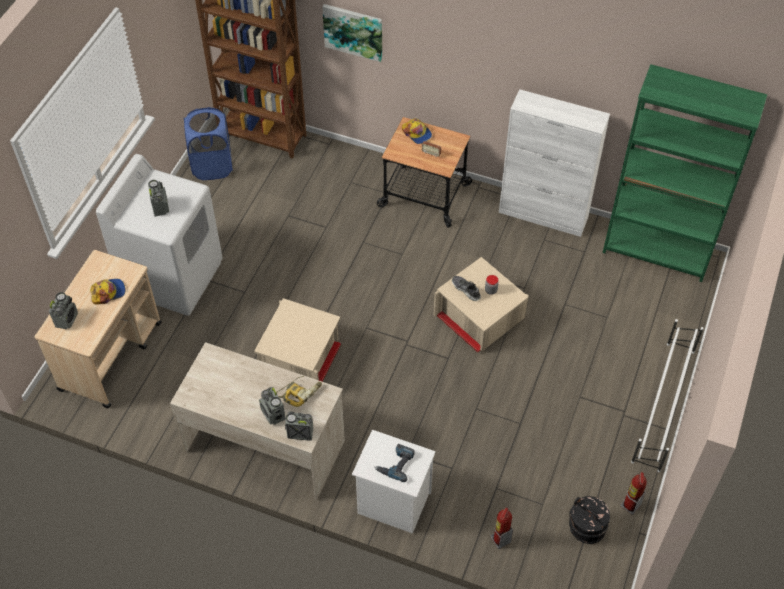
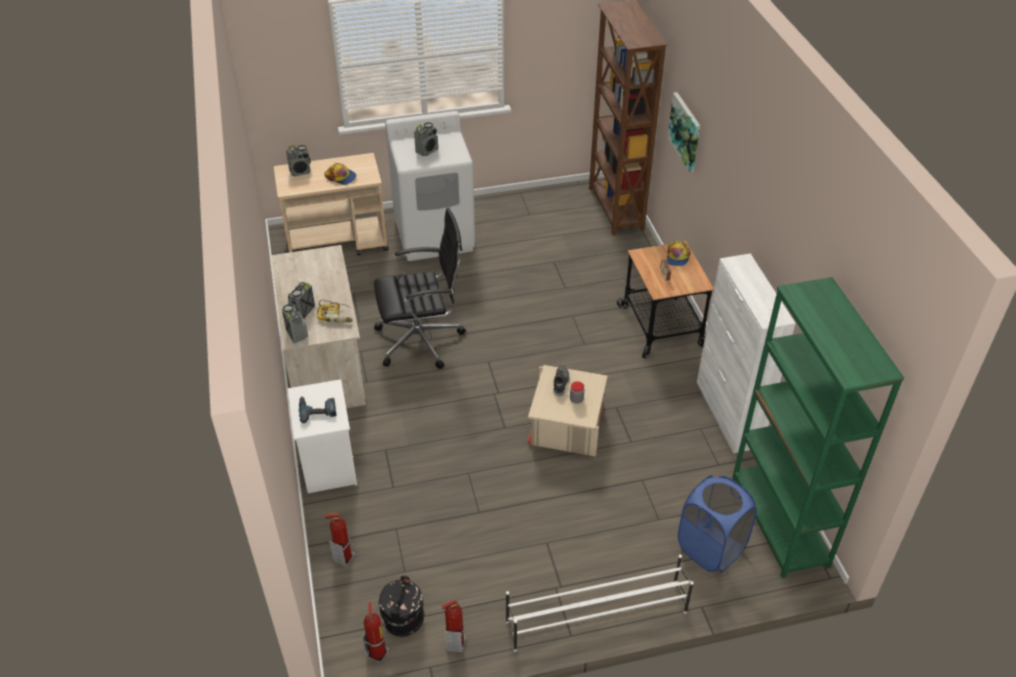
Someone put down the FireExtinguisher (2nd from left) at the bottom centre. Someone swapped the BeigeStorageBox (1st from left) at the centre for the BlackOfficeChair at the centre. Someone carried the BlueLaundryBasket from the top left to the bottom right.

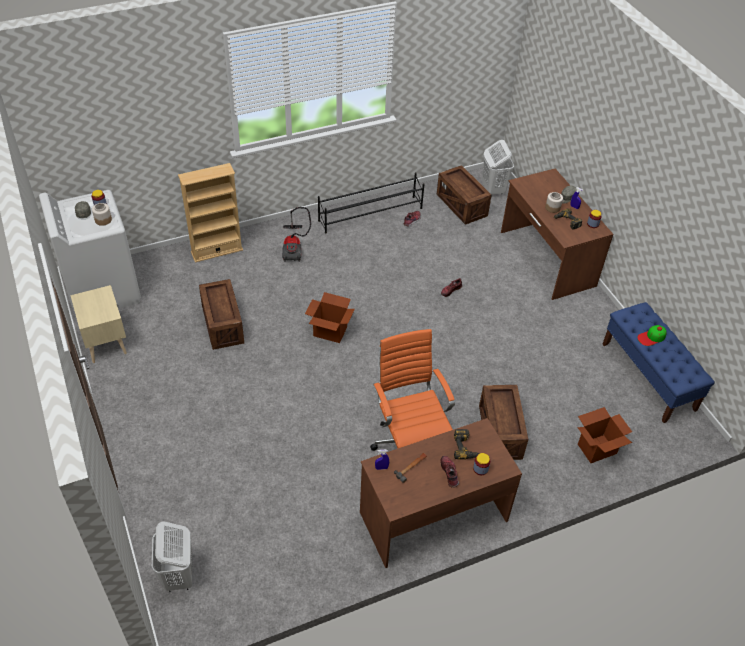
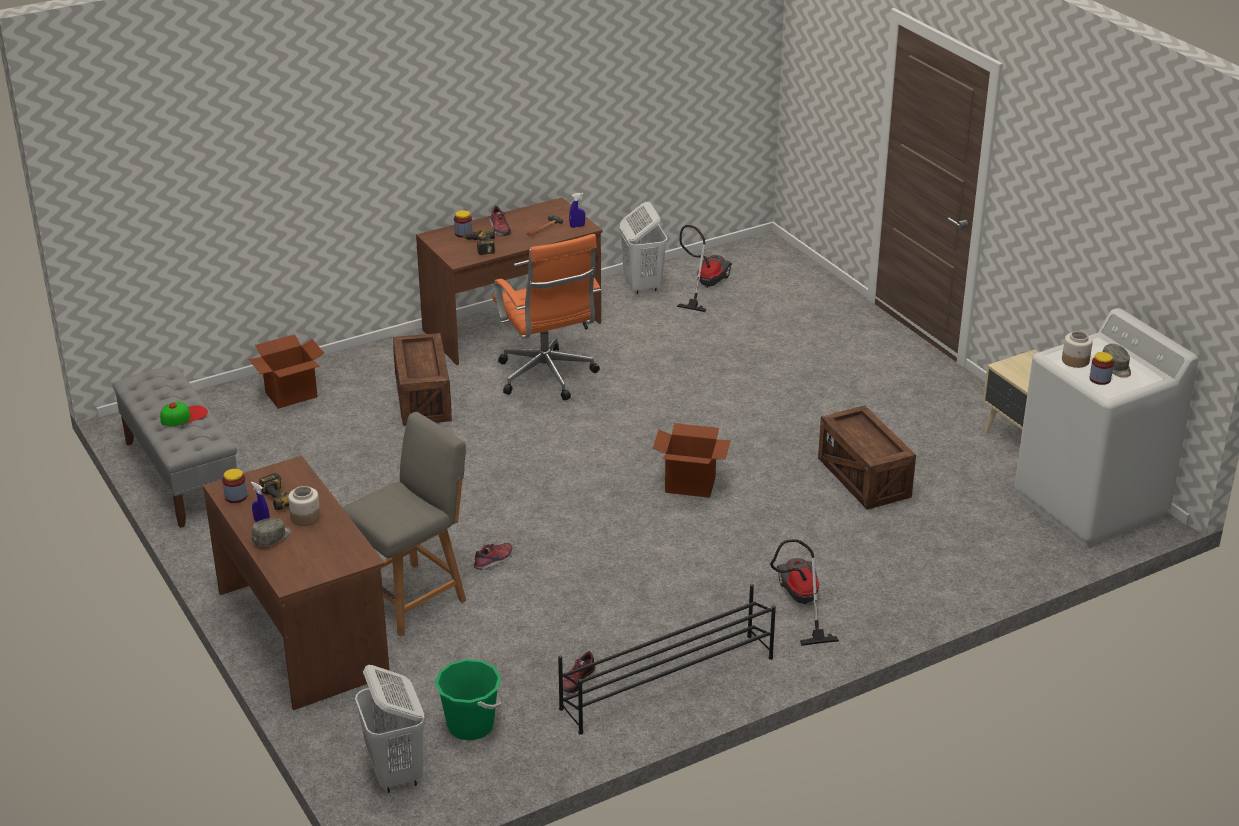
Someone repainted the BlueBench at the middle right, which became the GreyBench at the middle left. Someone put down the GreyChair at the middle left. Someone swapped the Crate (2nd from left) at the top centre for the GreenBucket at the bottom centre. Someone carried the WhiteLaundryBasket (1st from left in the first image) from the bottom left to the top centre. Someone put down the VacuumCleaner (1st from left) at the top centre. Someone took away the BeigeBookcase at the top left.

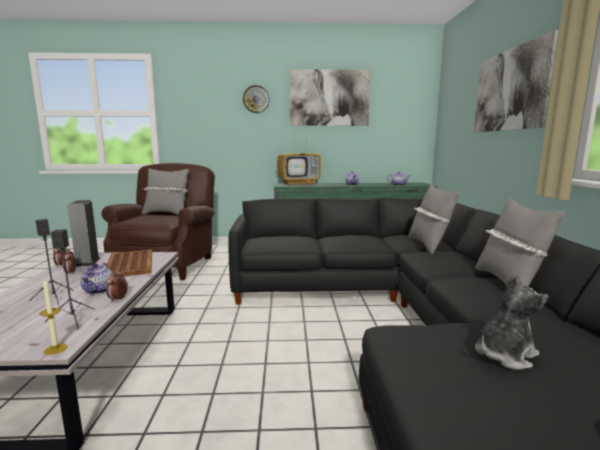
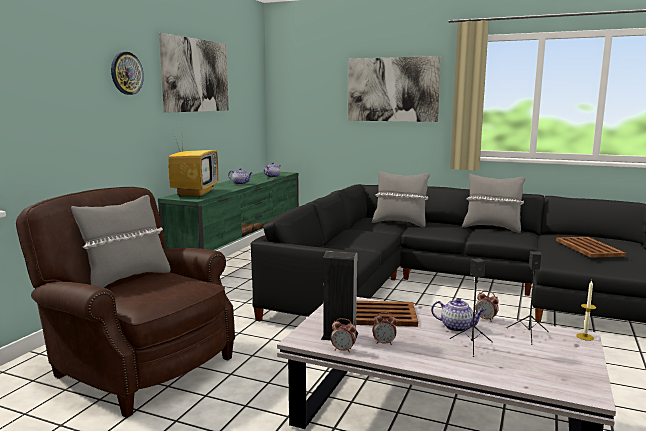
Someone swapped the PlushToy at the bottom right for the BrownTray (2nd from left) at the middle right.

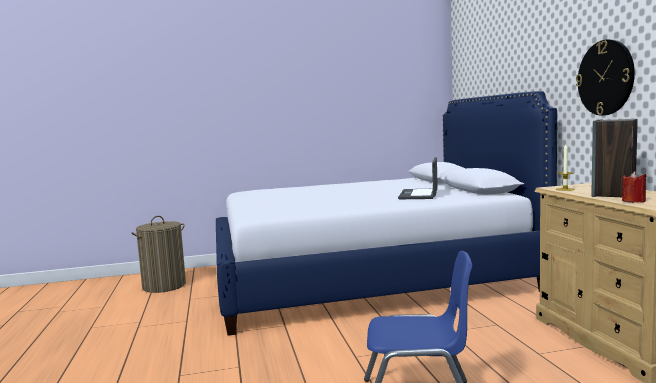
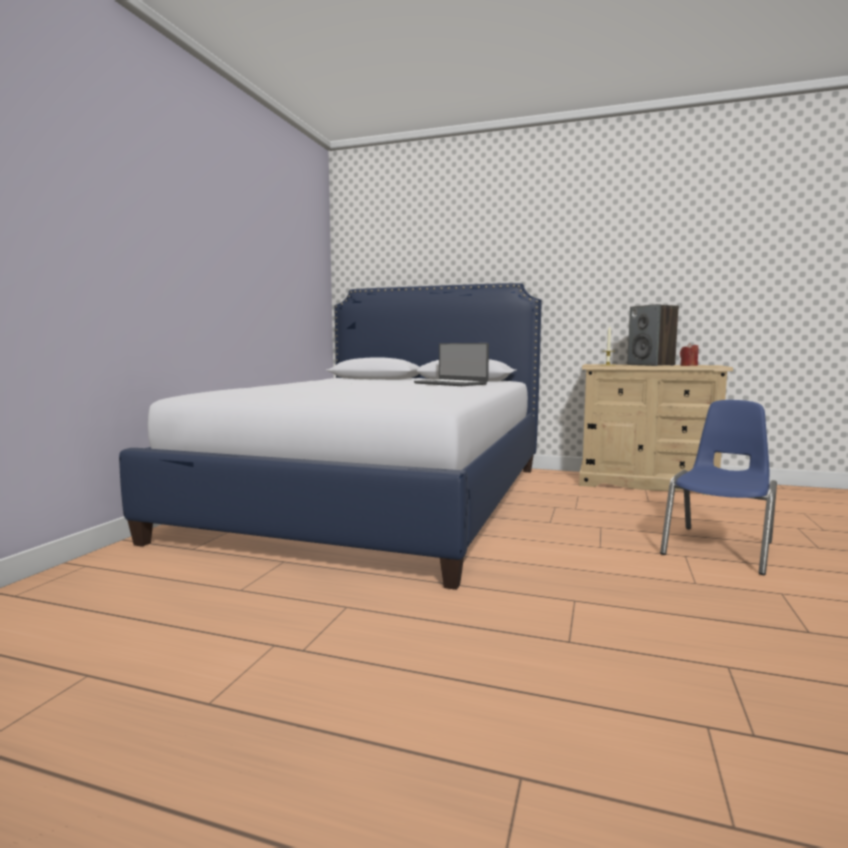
Someone took away the LaundryBasket at the middle left. Someone took away the WallClock at the top right.

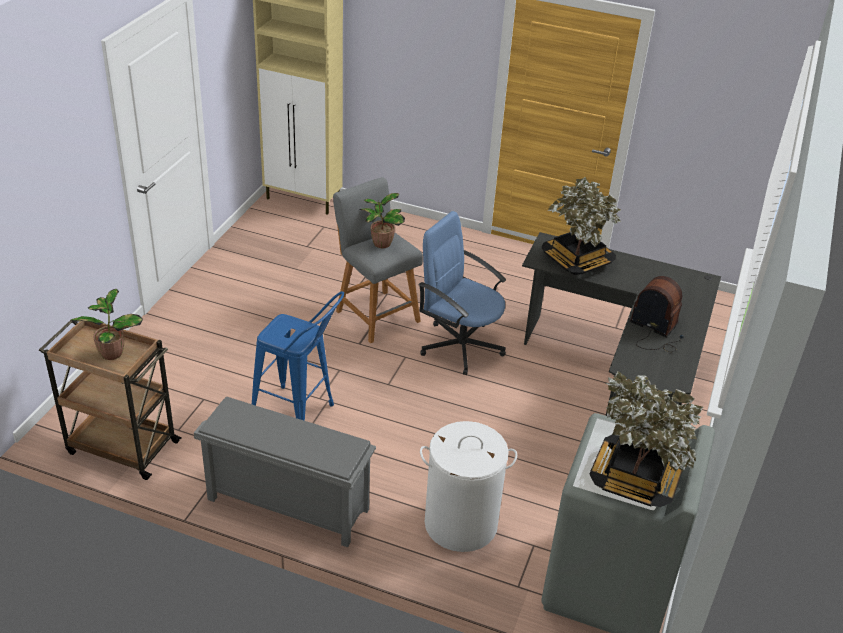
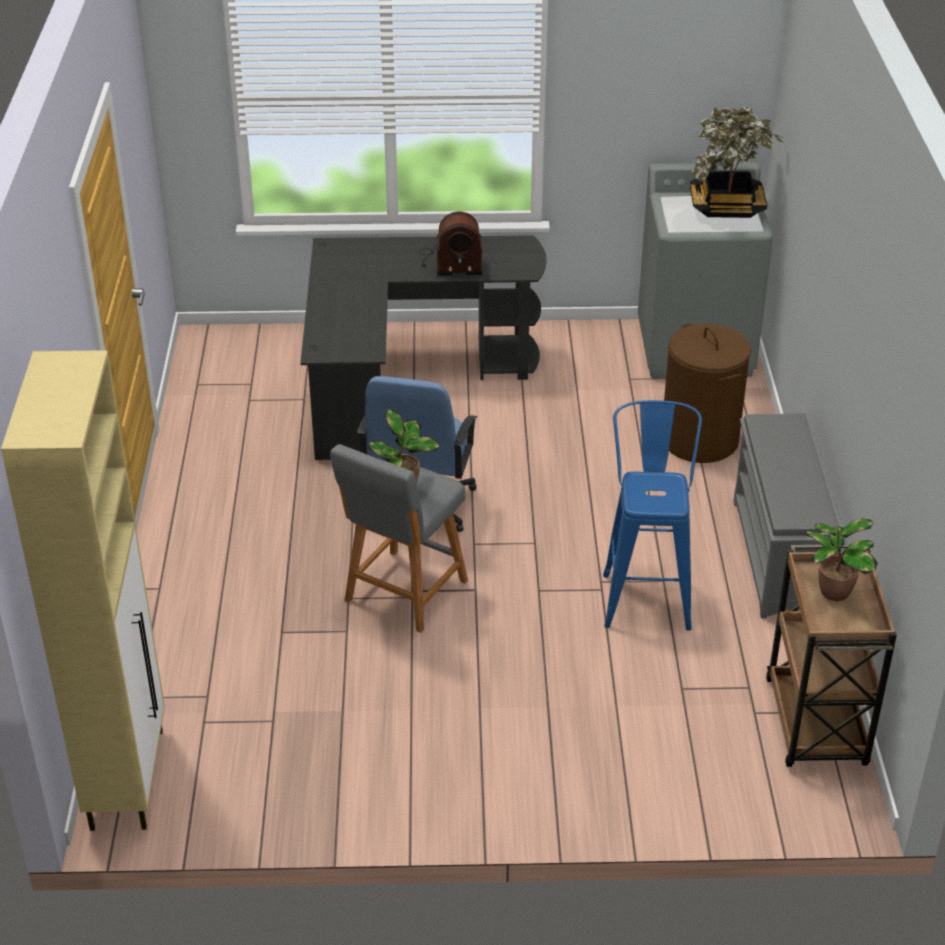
Someone rotated the Radio at the middle right by 105 degrees counterclockwise. Someone repainted the WhiteLaundryBasket at the bottom centre, which became the BrownLaundryBasket at the middle right. Someone took away the PottedPlant (3rd from left) at the middle right.

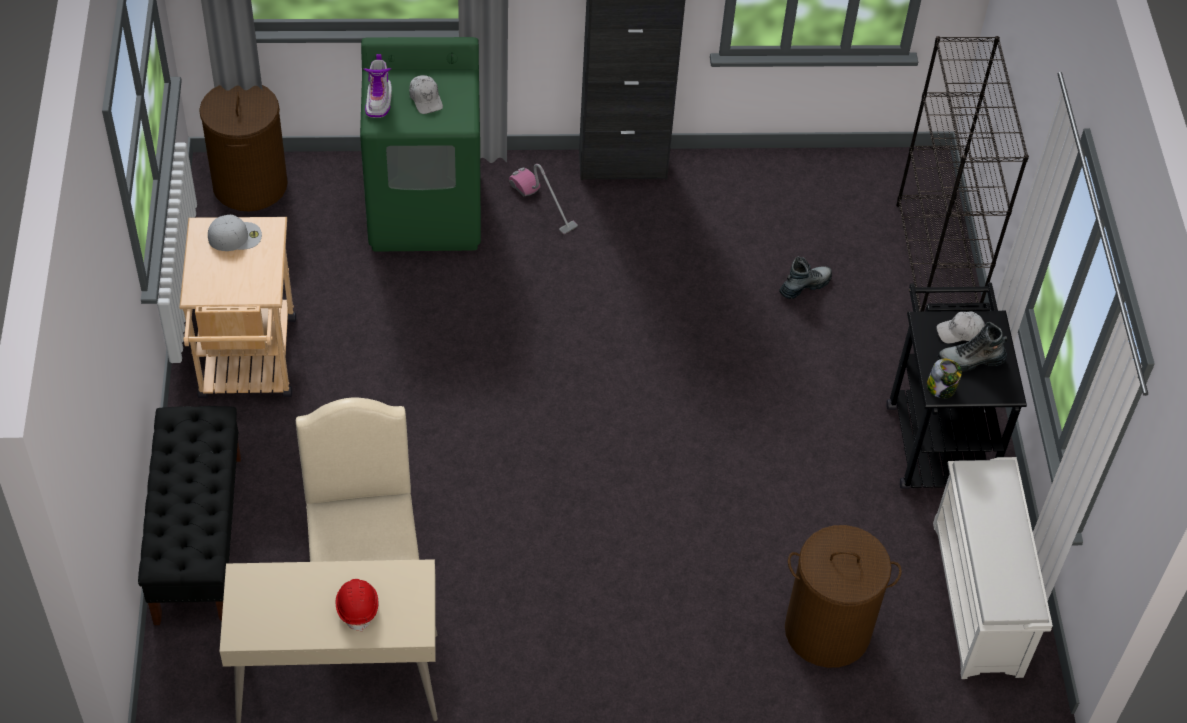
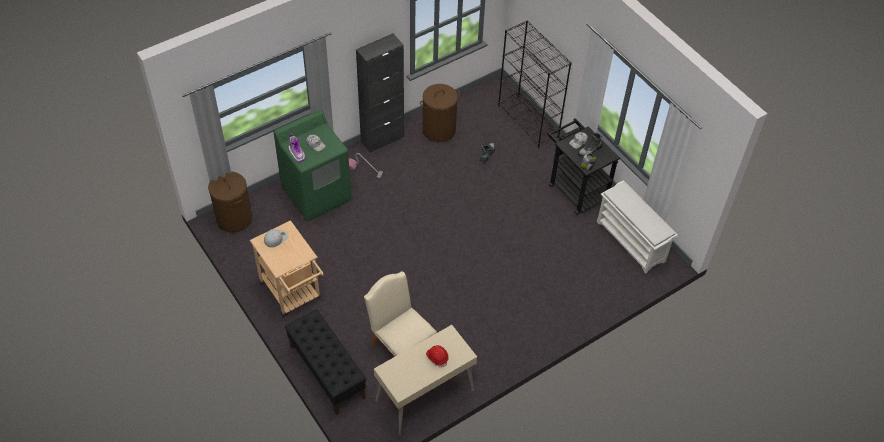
Someone carried the BrownLaundryBasket (2nd from left) from the bottom right to the top centre.

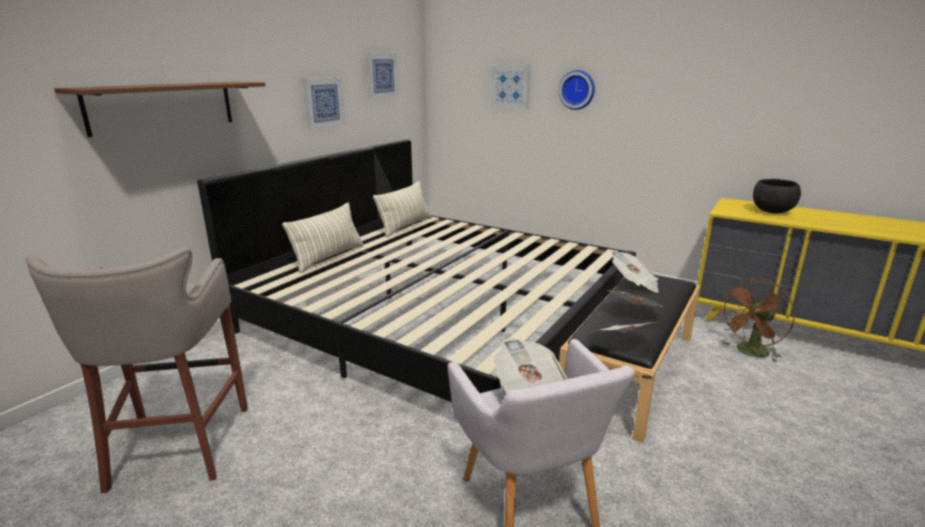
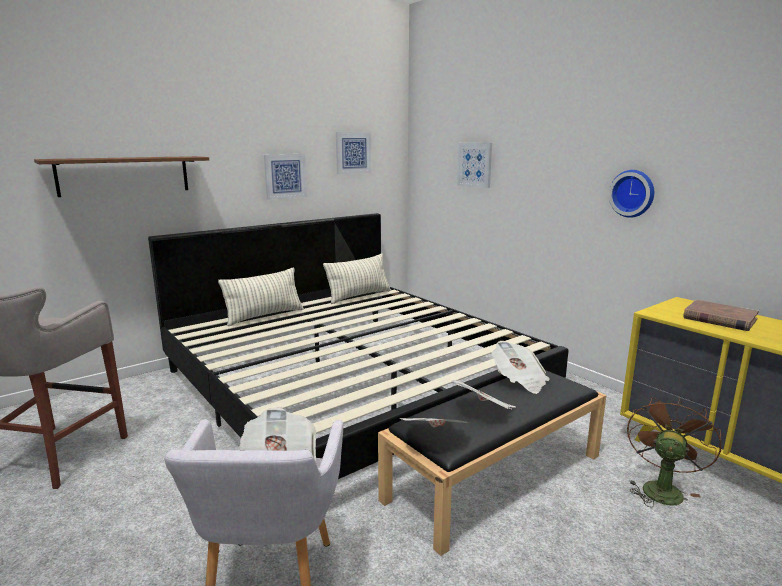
Someone carried the WallClock from the top centre to the top right. Someone rotated the BrownFan at the middle right by 135 degrees clockwise. Someone swapped the BlackBowl at the middle right for the BrownBook at the middle right.

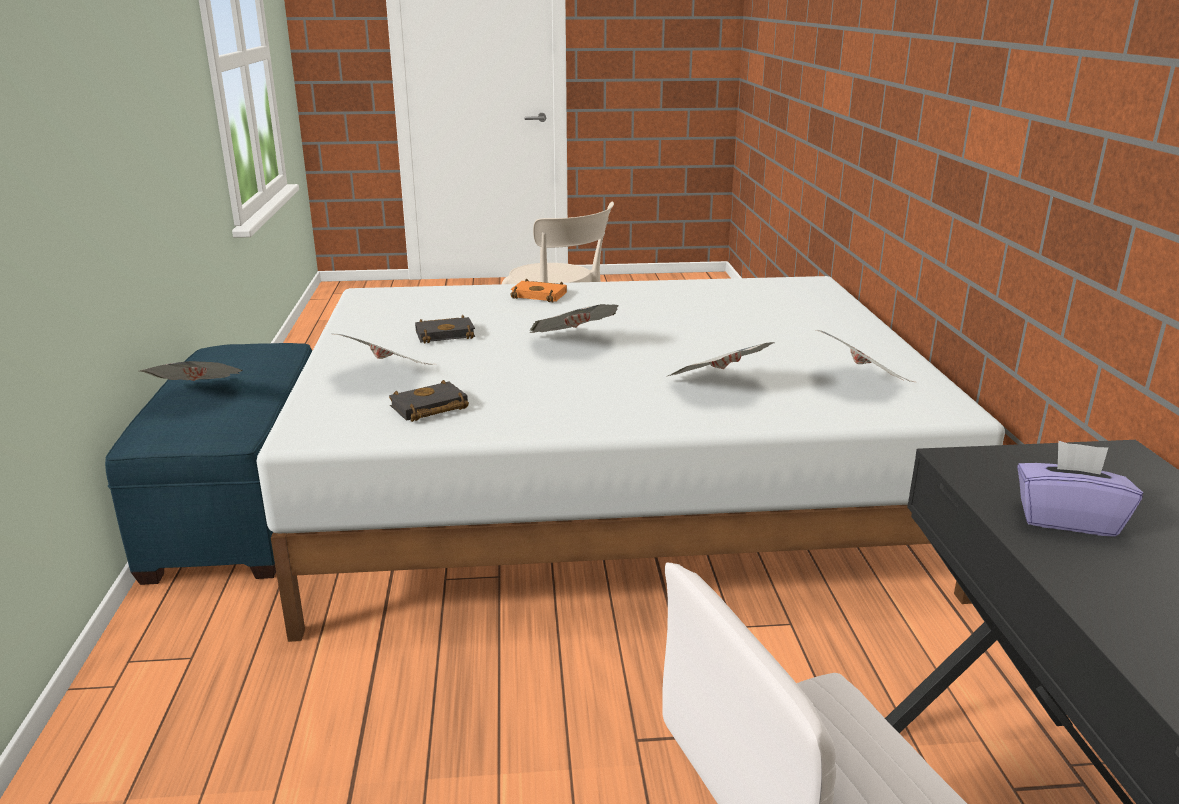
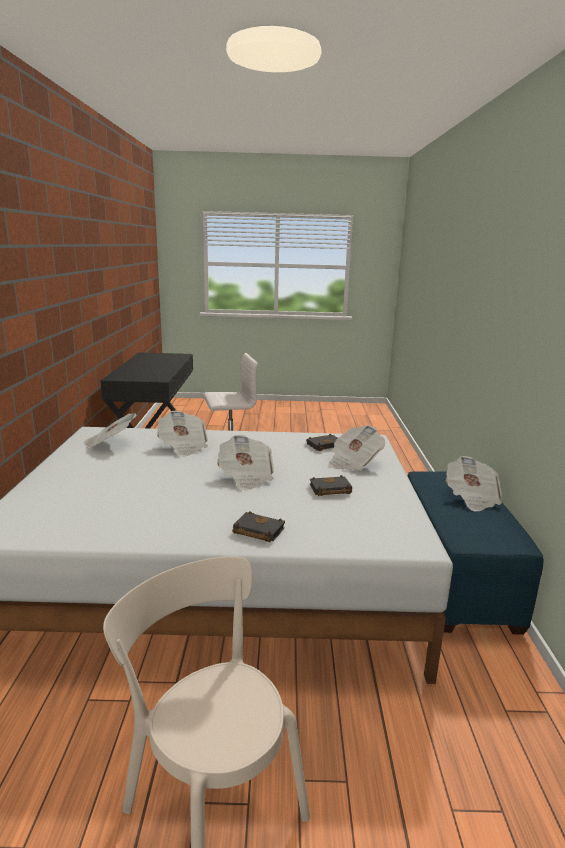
Someone repainted the OrangeBook at the centre, which became the BlackBook (1st from left) at the centre. Someone took away the PurpleTissueBox at the middle right.

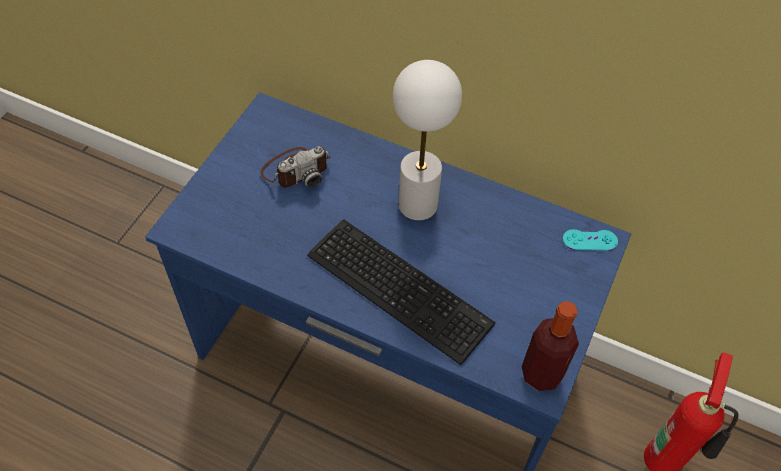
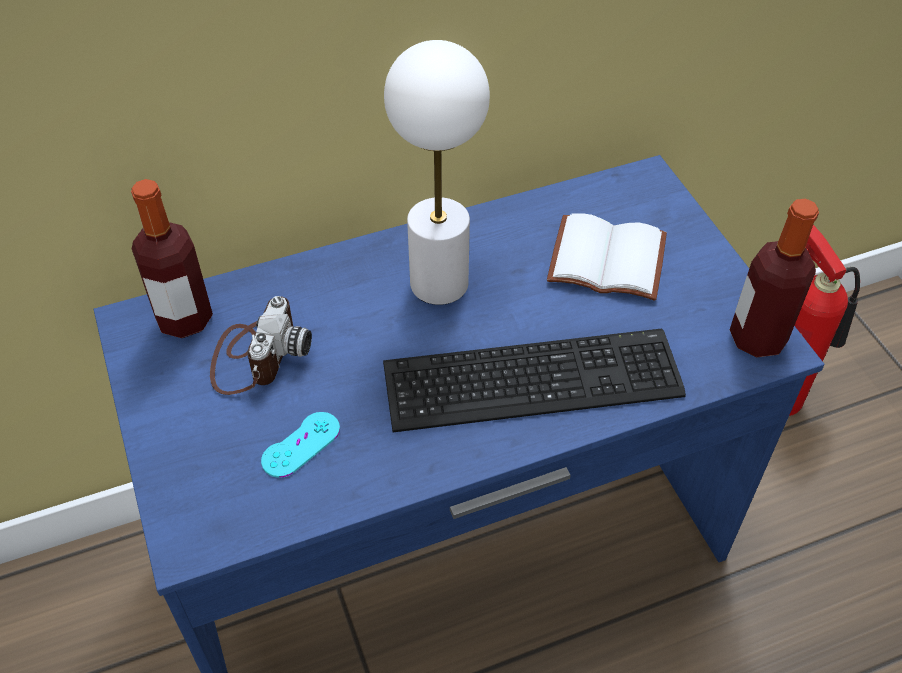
Someone put down the Bottle (1st from left) at the middle left. Someone carried the TurquoiseGameController from the middle right to the middle left. Someone put down the WhiteBook at the middle right.

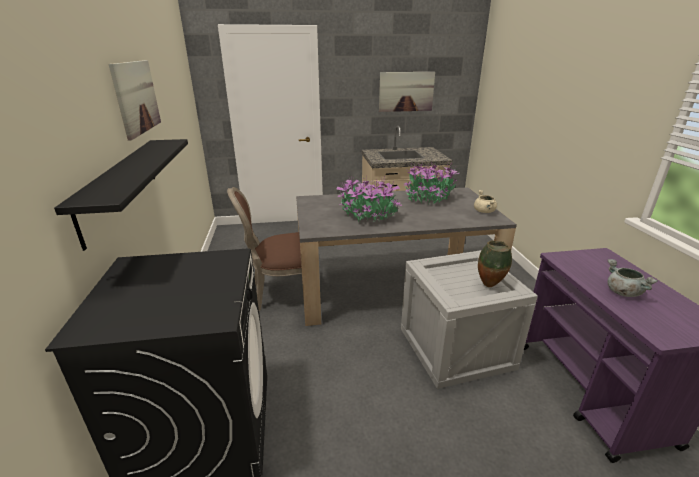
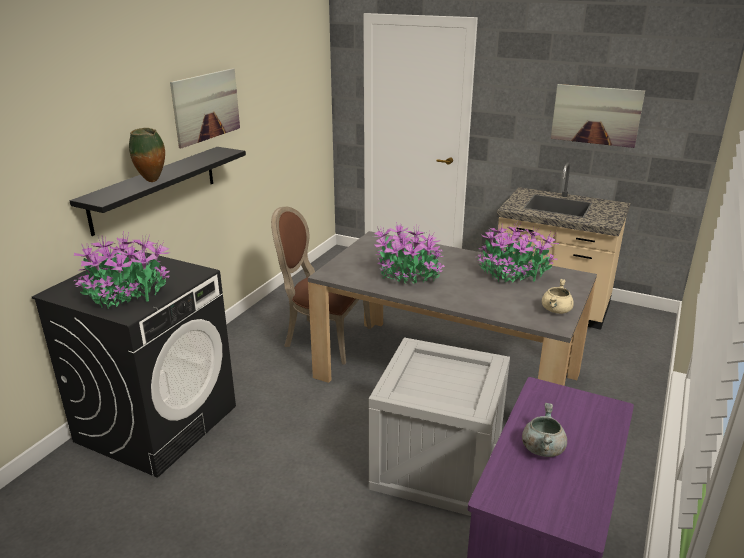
Someone put down the PottedPlant (1st from left) at the middle left. Someone carried the Vase from the middle right to the top left.

